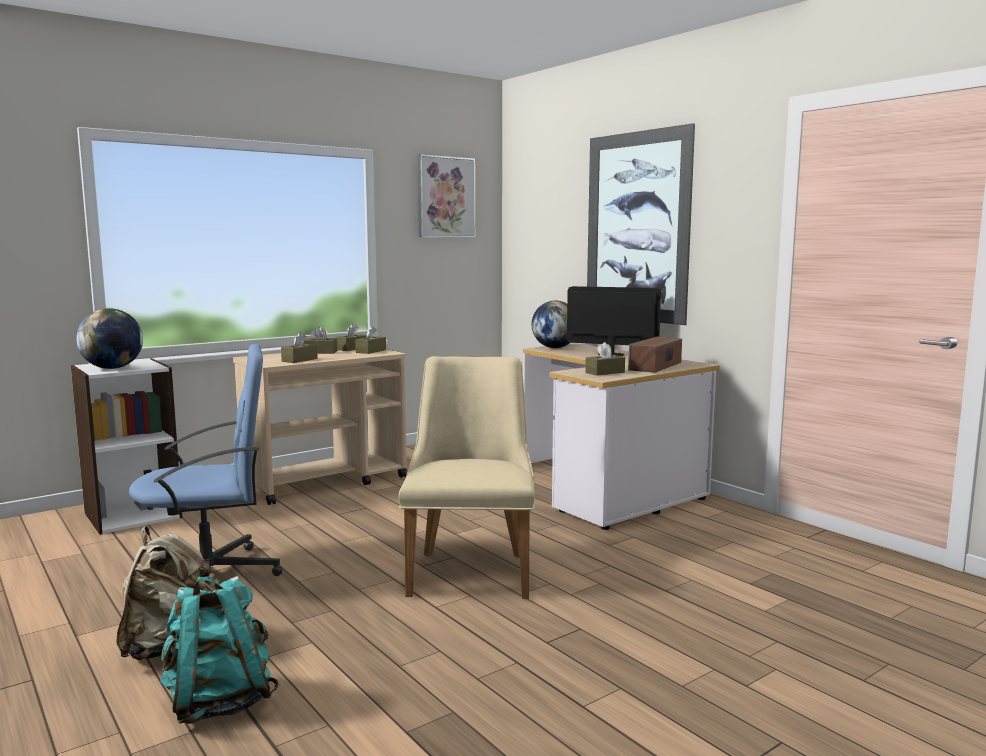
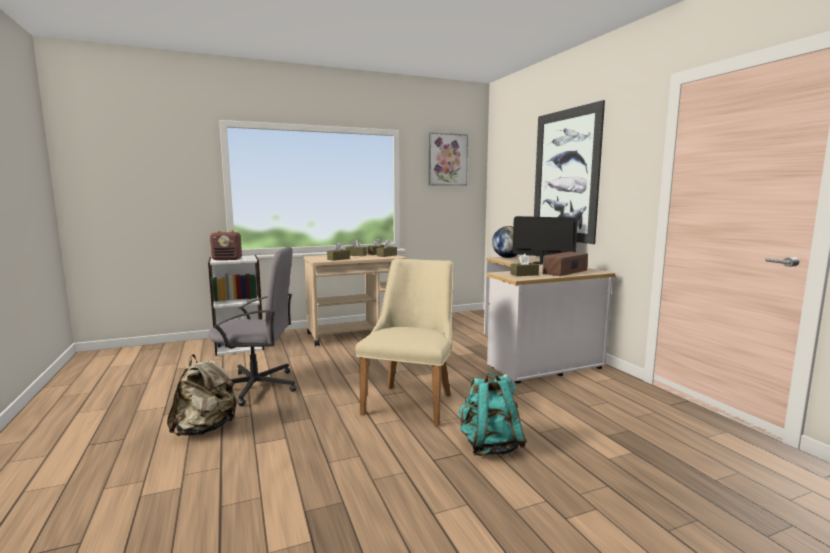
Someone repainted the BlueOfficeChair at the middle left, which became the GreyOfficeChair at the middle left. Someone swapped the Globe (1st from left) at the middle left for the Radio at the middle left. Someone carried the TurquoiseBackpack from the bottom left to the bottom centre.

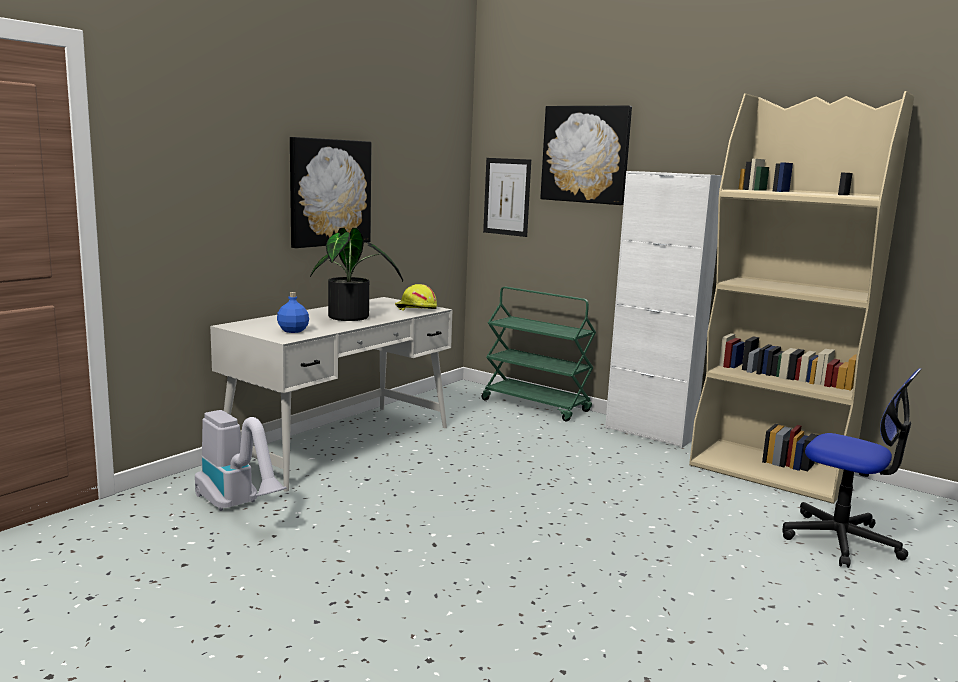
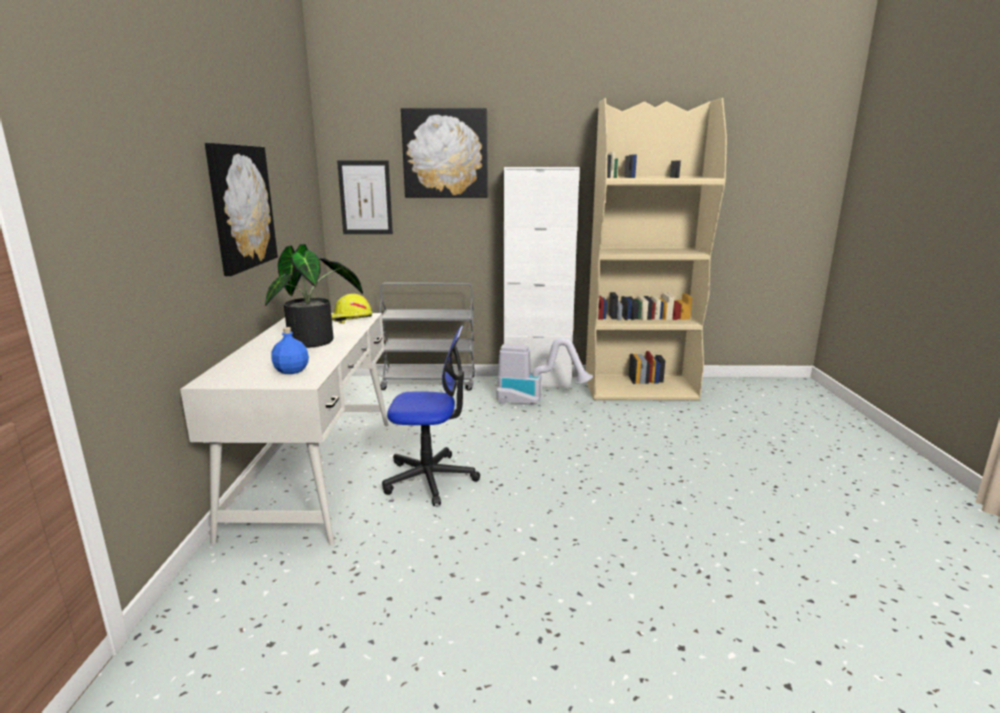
Someone repainted the GreenCart at the centre, which became the GreyCart at the centre. Someone carried the OfficeChair from the bottom right to the centre. Someone carried the VacuumCleaner from the bottom left to the centre.

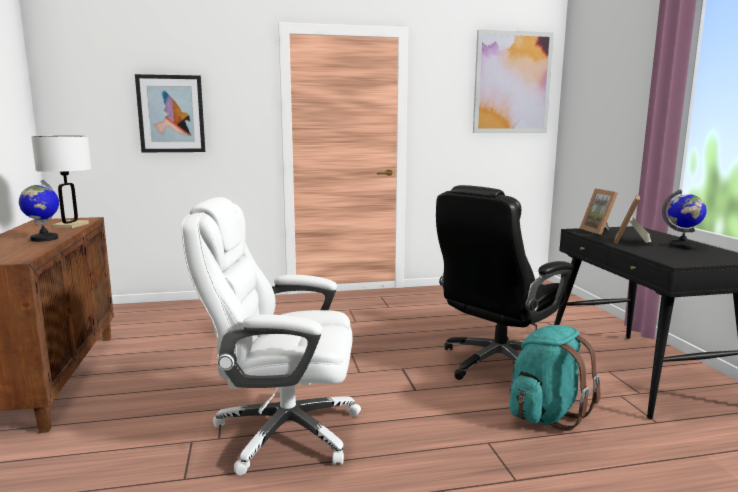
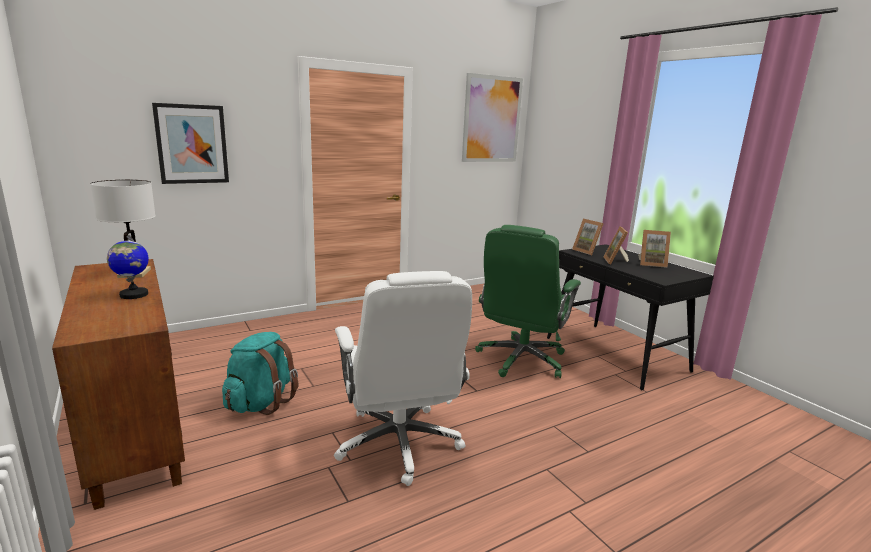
Someone carried the TurquoiseBackpack from the bottom right to the bottom left. Someone rotated the WhiteOfficeChair at the bottom centre by 90 degrees counterclockwise. Someone repainted the BlackOfficeChair at the middle right, which became the GreenOfficeChair at the centre. Someone swapped the Globe (2nd from left) at the middle right for the PictureFrame (3rd from left) at the middle right.

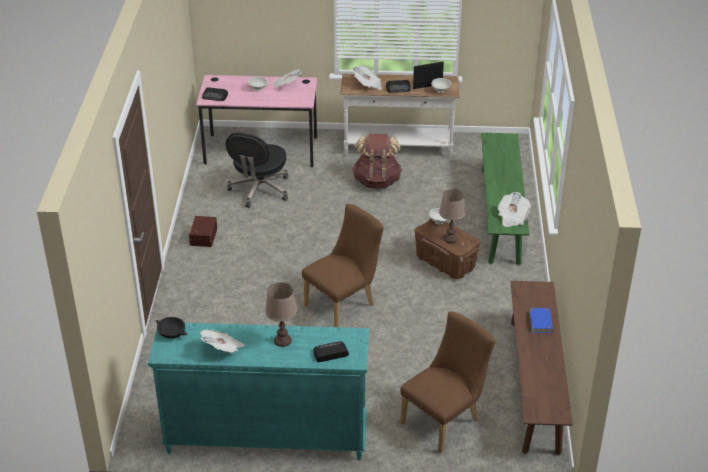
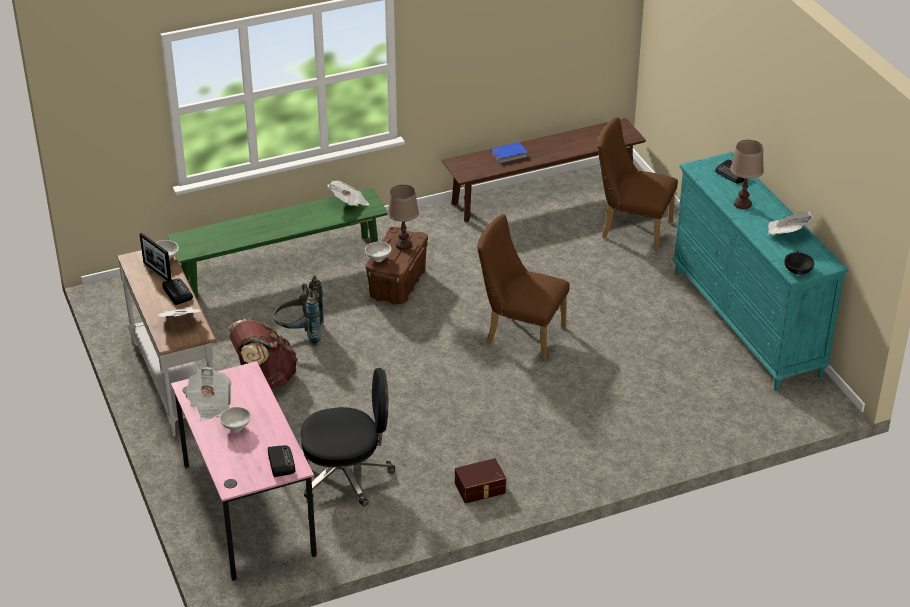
Someone put down the GreyBackpack at the middle left.

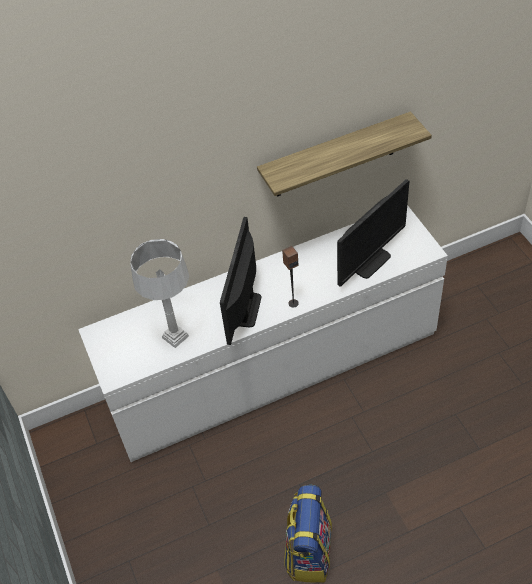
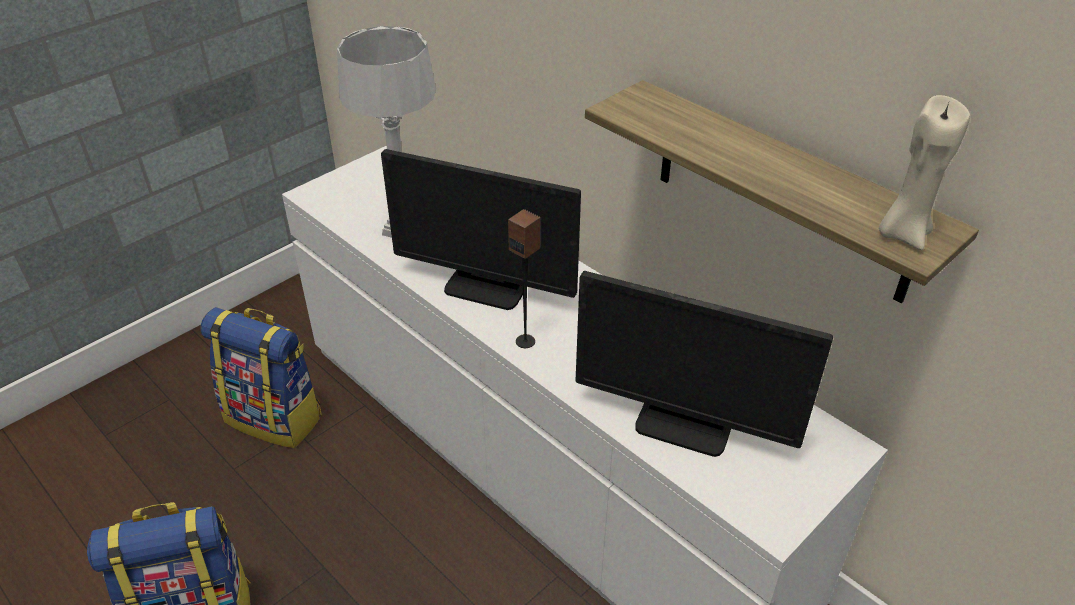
Someone put down the Backpack (2nd from left) at the middle left. Someone rotated the Monitor (1st from left) at the centre by 150 degrees counterclockwise. Someone put down the BeigeCandle at the top right.

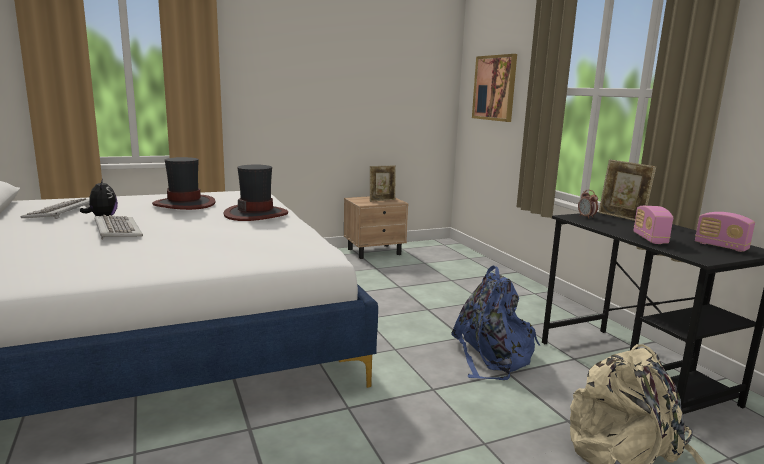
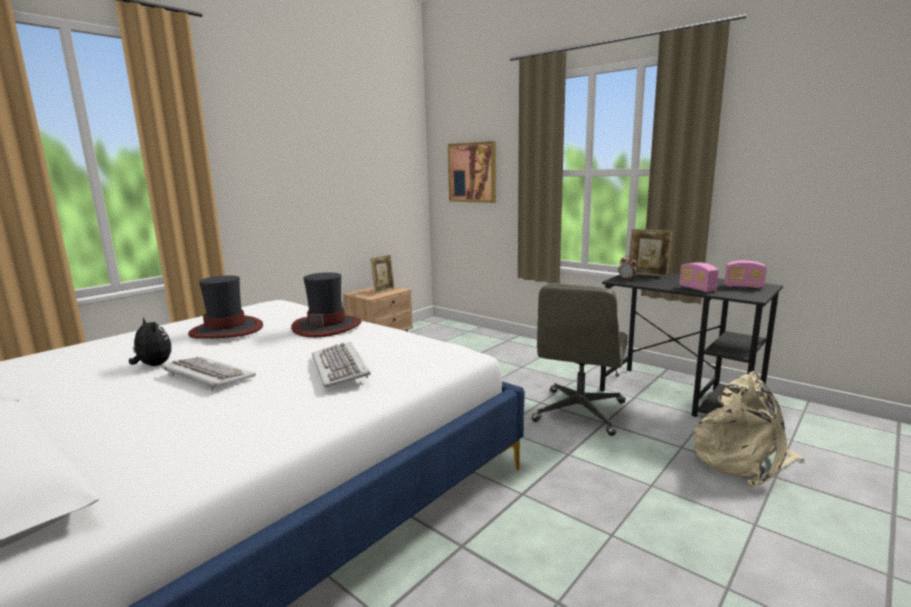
Someone carried the Keyboard (1st from left in the first image) from the middle left to the centre. Someone swapped the BlueBackpack at the bottom centre for the GreyOfficeChair at the centre.

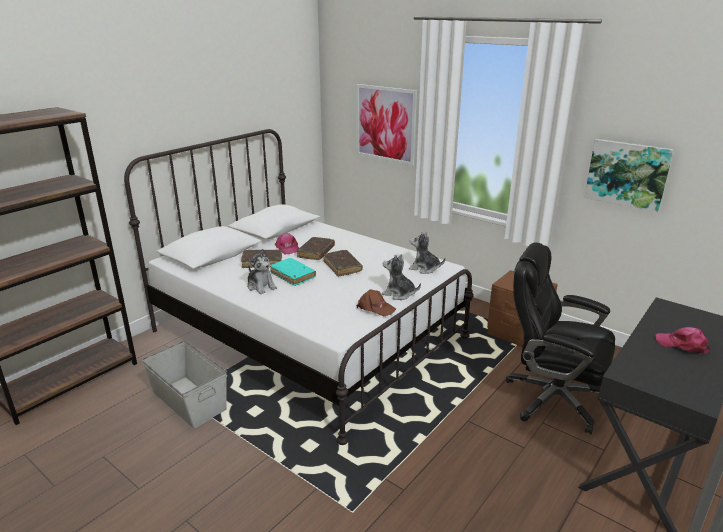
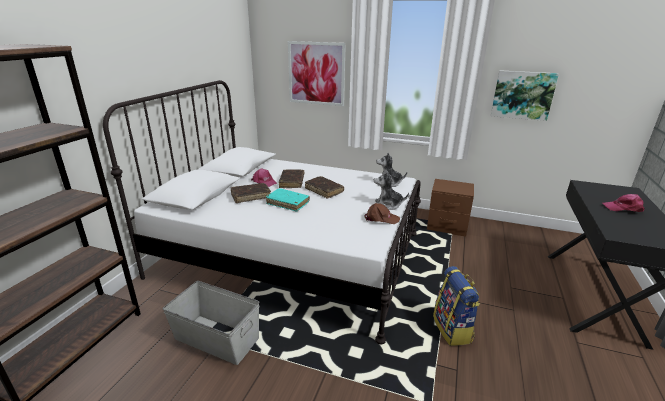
Someone put down the Backpack at the bottom right. Someone took away the PlushToy (1st from left) at the centre. Someone took away the BlackOfficeChair at the middle right.

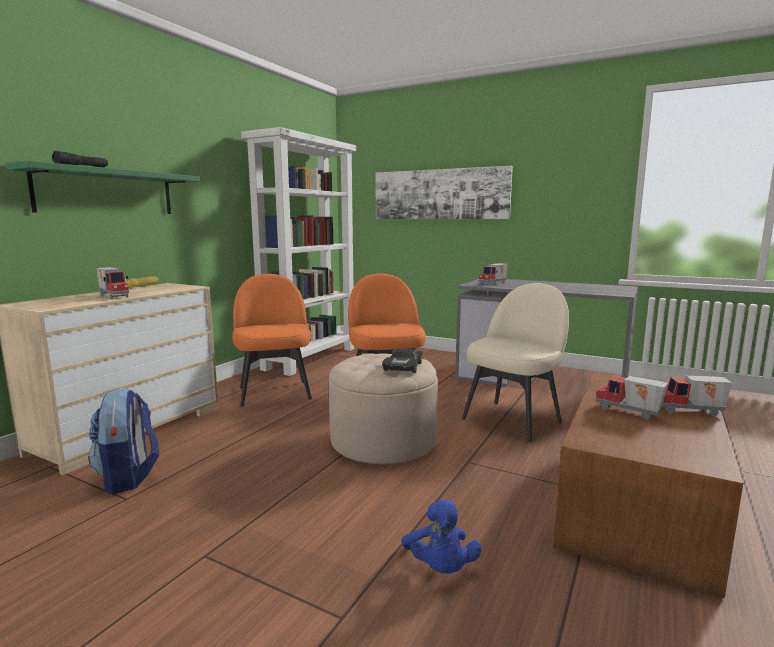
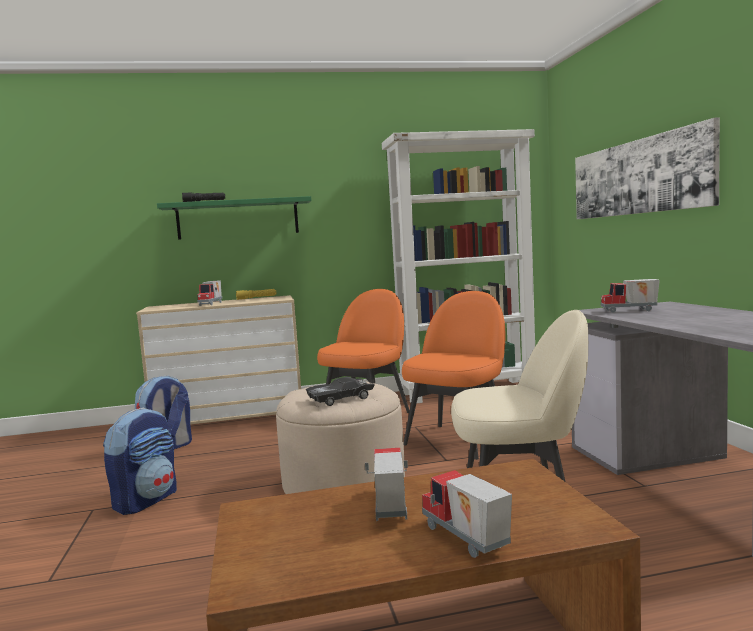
Someone put down the Backpack (1st from left) at the bottom left. Someone took away the BluePlushToy at the bottom centre.

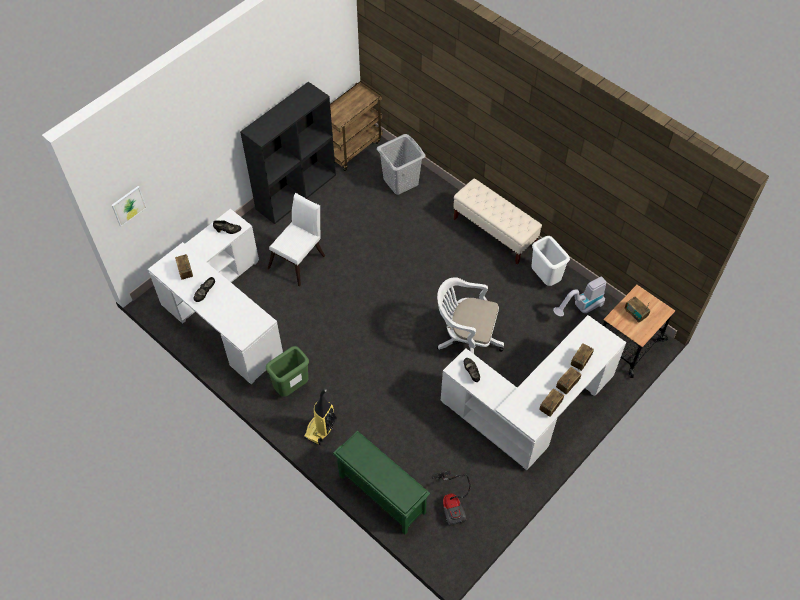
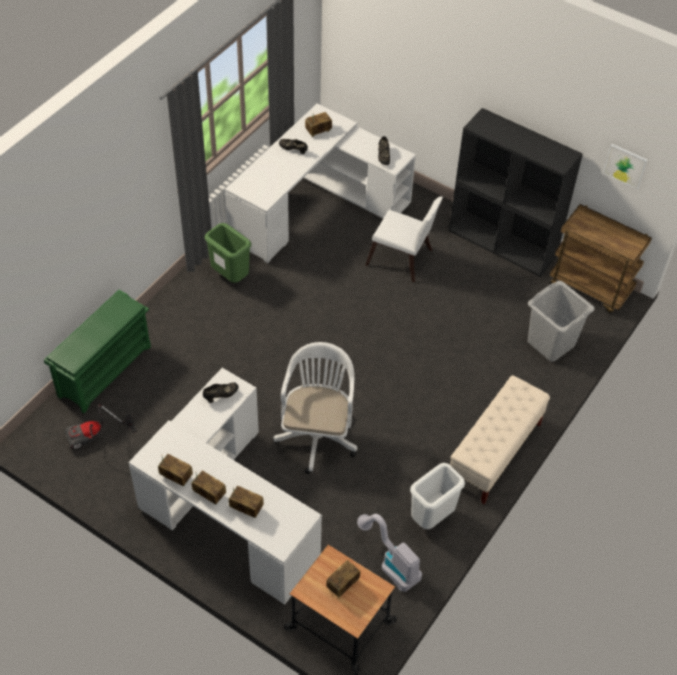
Someone carried the Picture from the middle left to the top right. Someone took away the VacuumCleaner (1st from left) at the bottom centre.

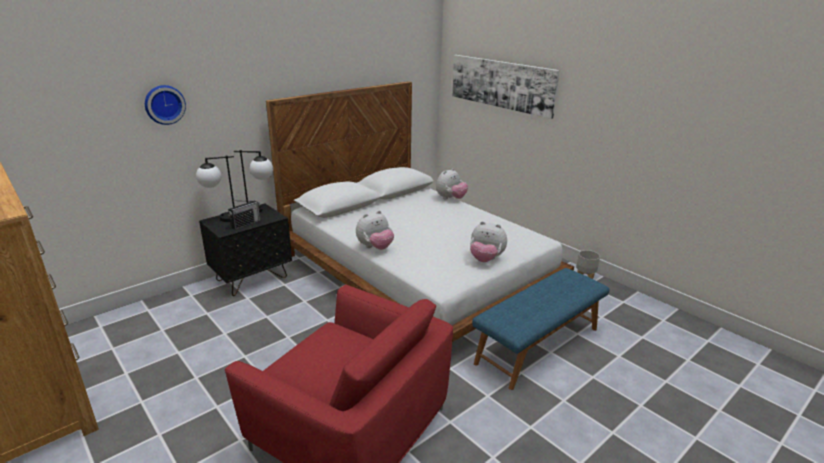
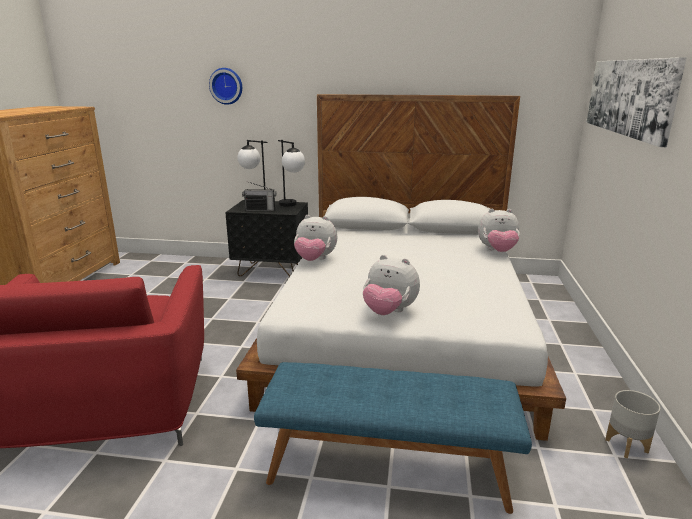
Someone rotated the PlushToy (3rd from left in the first image) at the centre by 45 degrees counterclockwise.

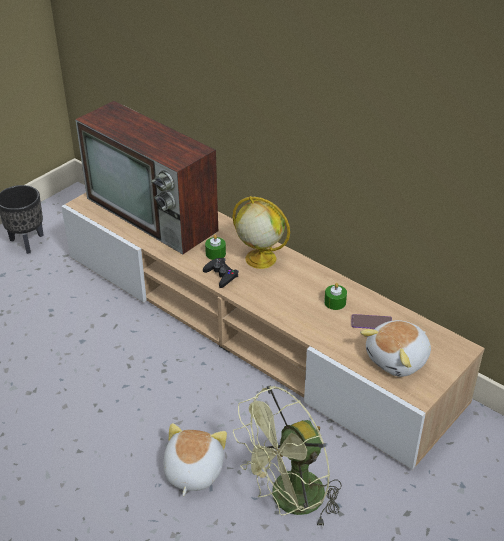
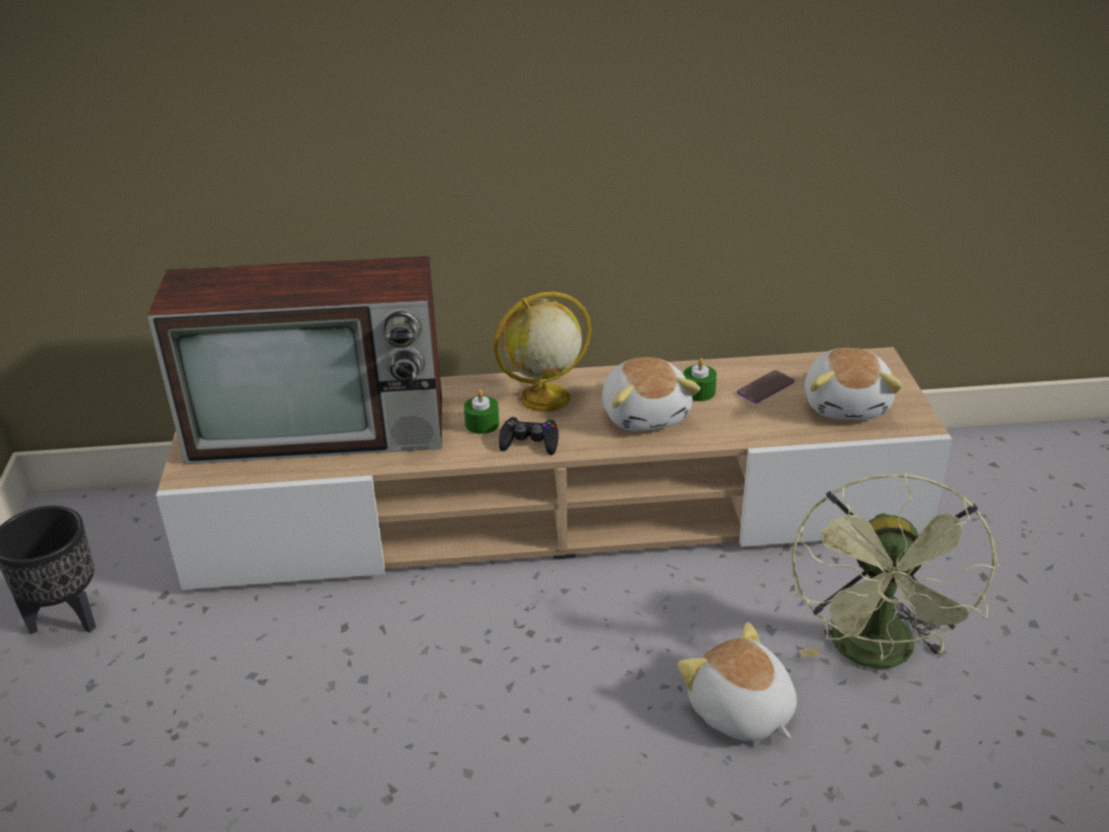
Someone put down the PlushToy (1st from left) at the centre.

